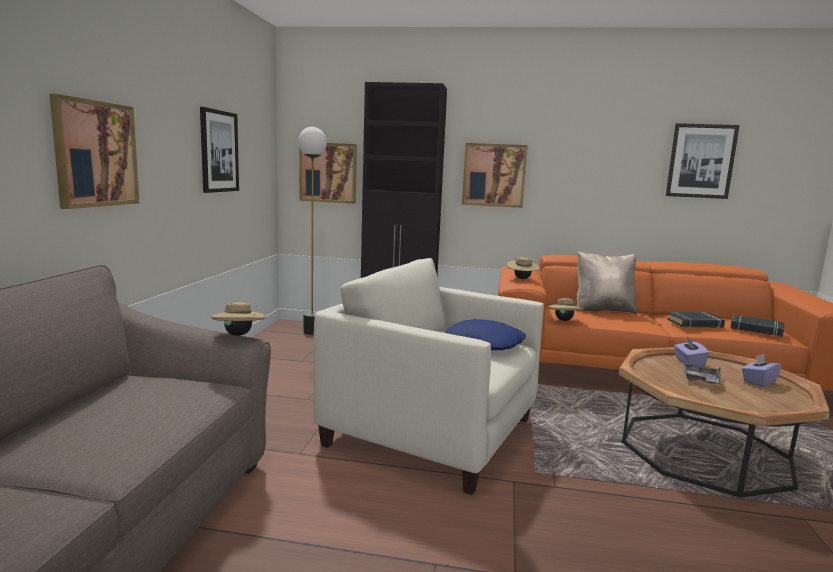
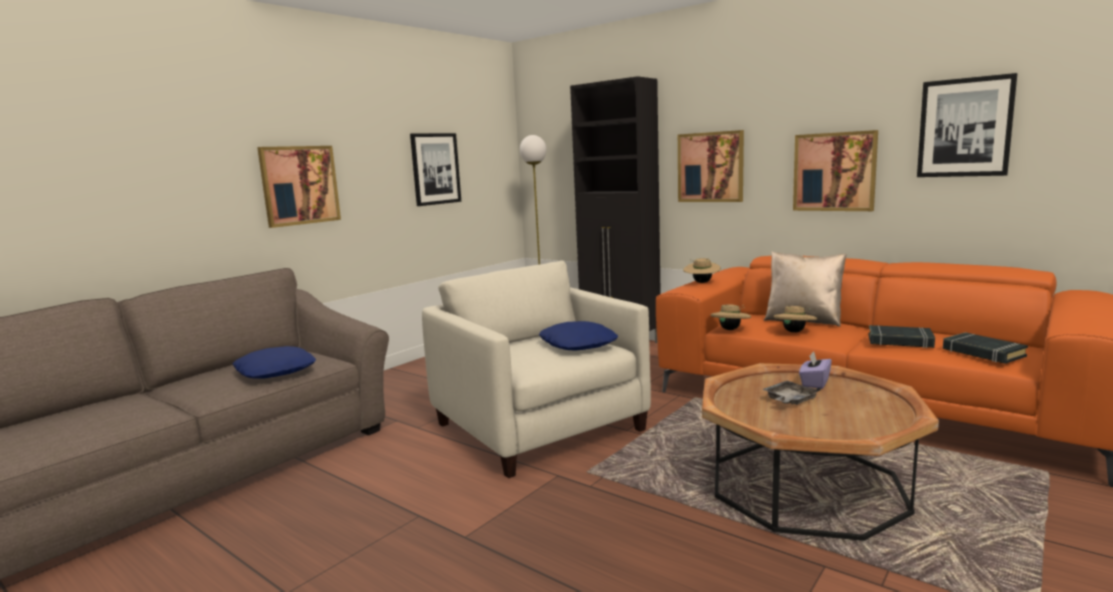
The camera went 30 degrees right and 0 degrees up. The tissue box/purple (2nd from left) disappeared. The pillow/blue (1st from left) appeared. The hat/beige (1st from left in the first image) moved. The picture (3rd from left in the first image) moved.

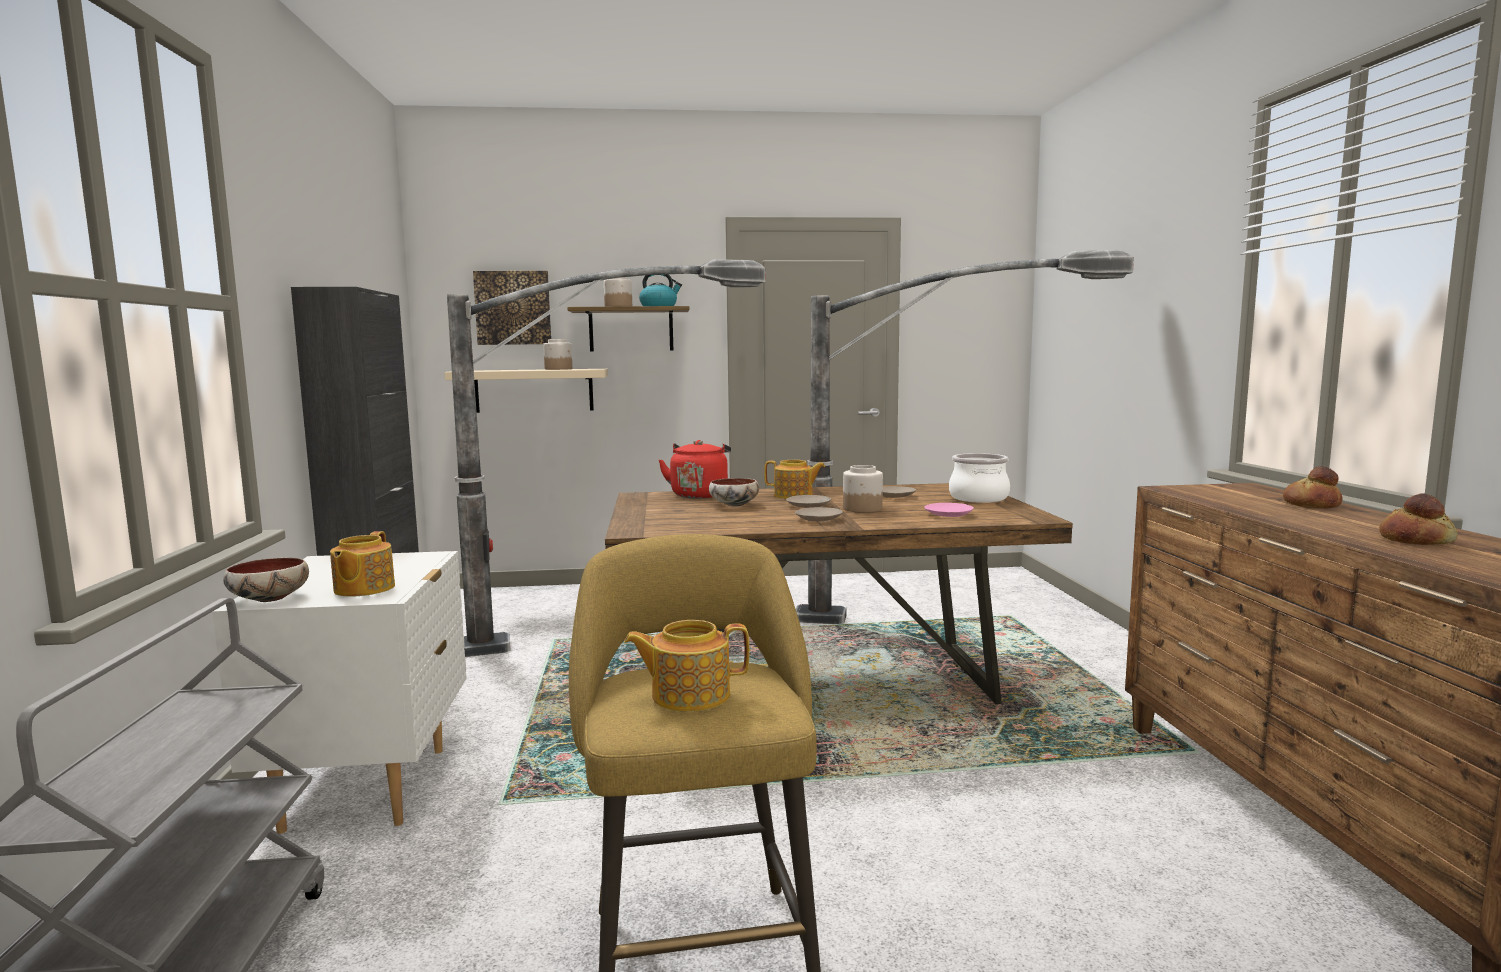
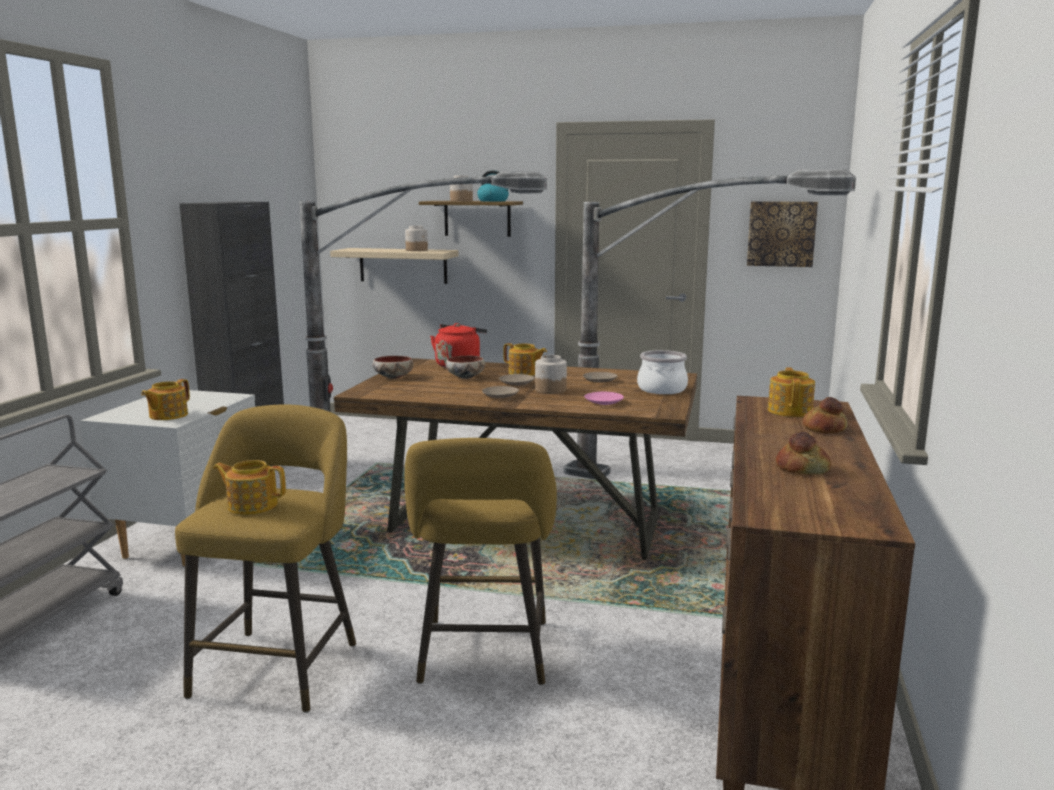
The camera went 20 degrees right and 5 degrees up. The stool/yellow (2nd from left) appeared. The teapot (4th from left) appeared. The bowl (1st from left) moved. The picture moved.

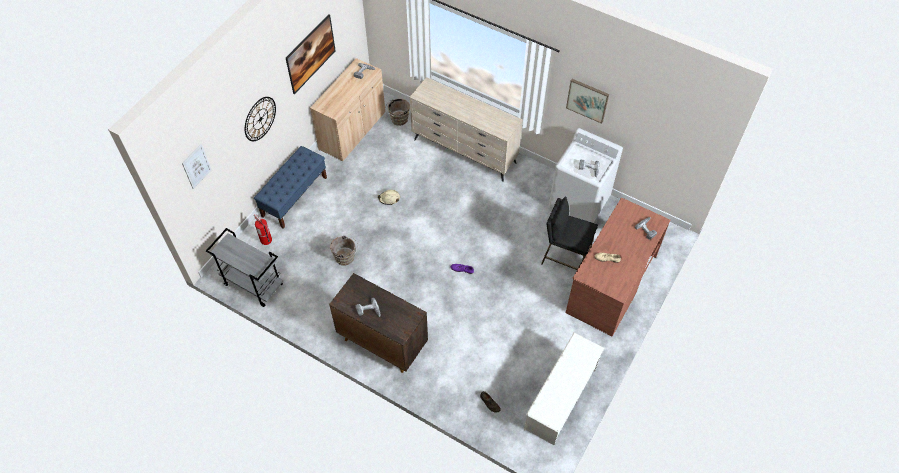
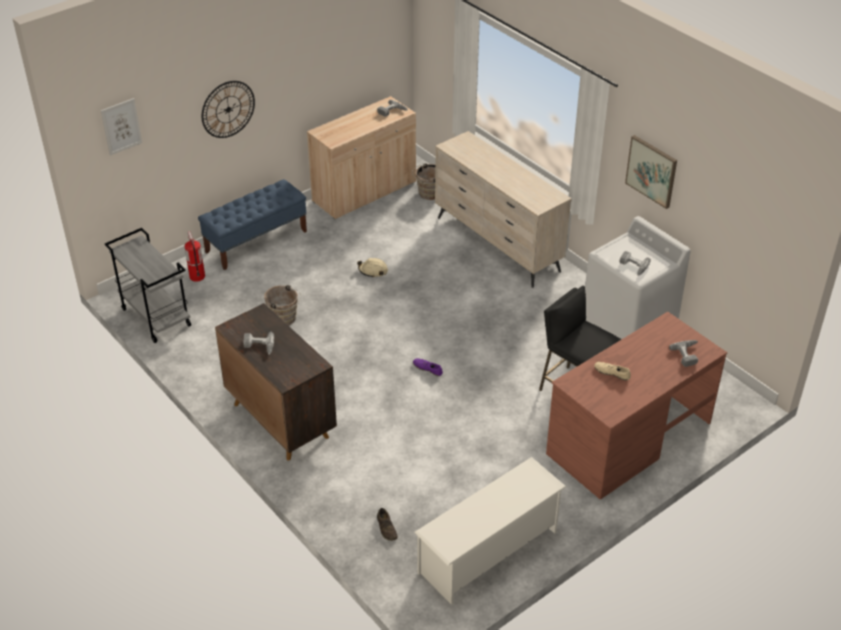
The camera went 20 degrees right and 15 degrees down. The picture (2nd from left) disappeared.

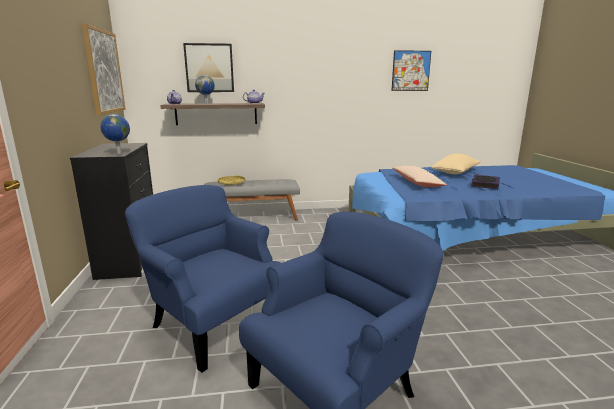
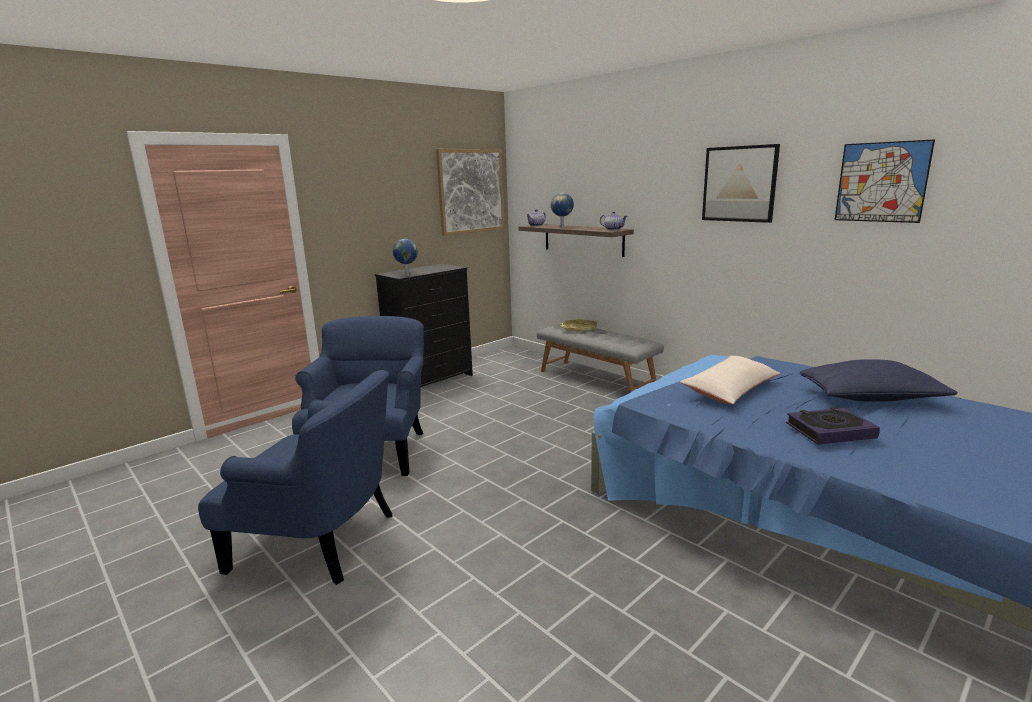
The camera went 55 degrees right and 0 degrees up. The picture (2nd from left) moved. The pillow/beige (2nd from left) became the pillow/blue.

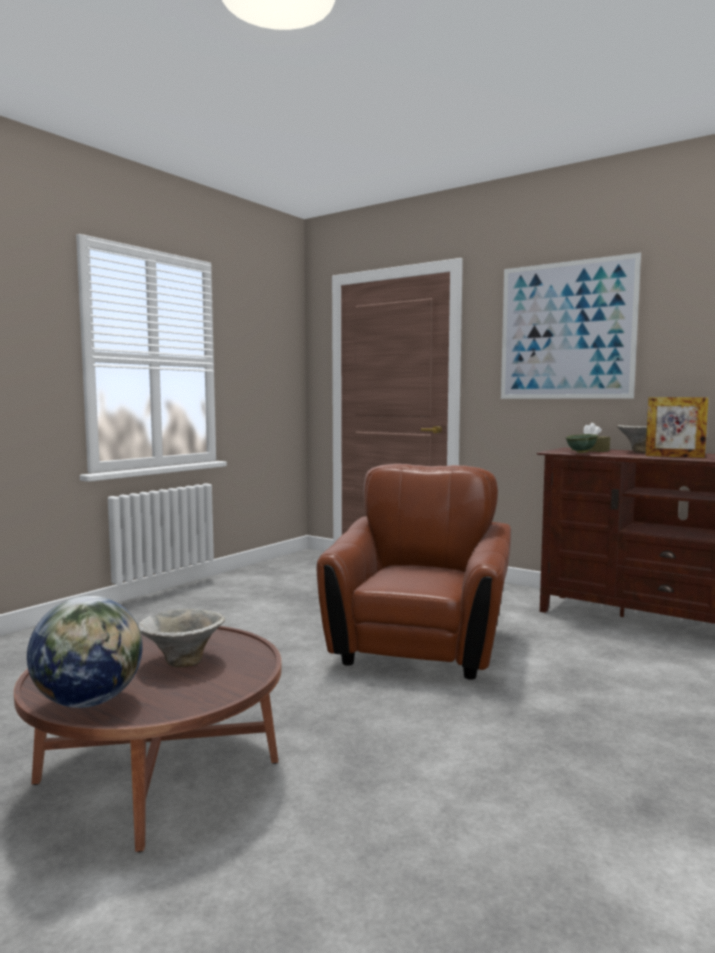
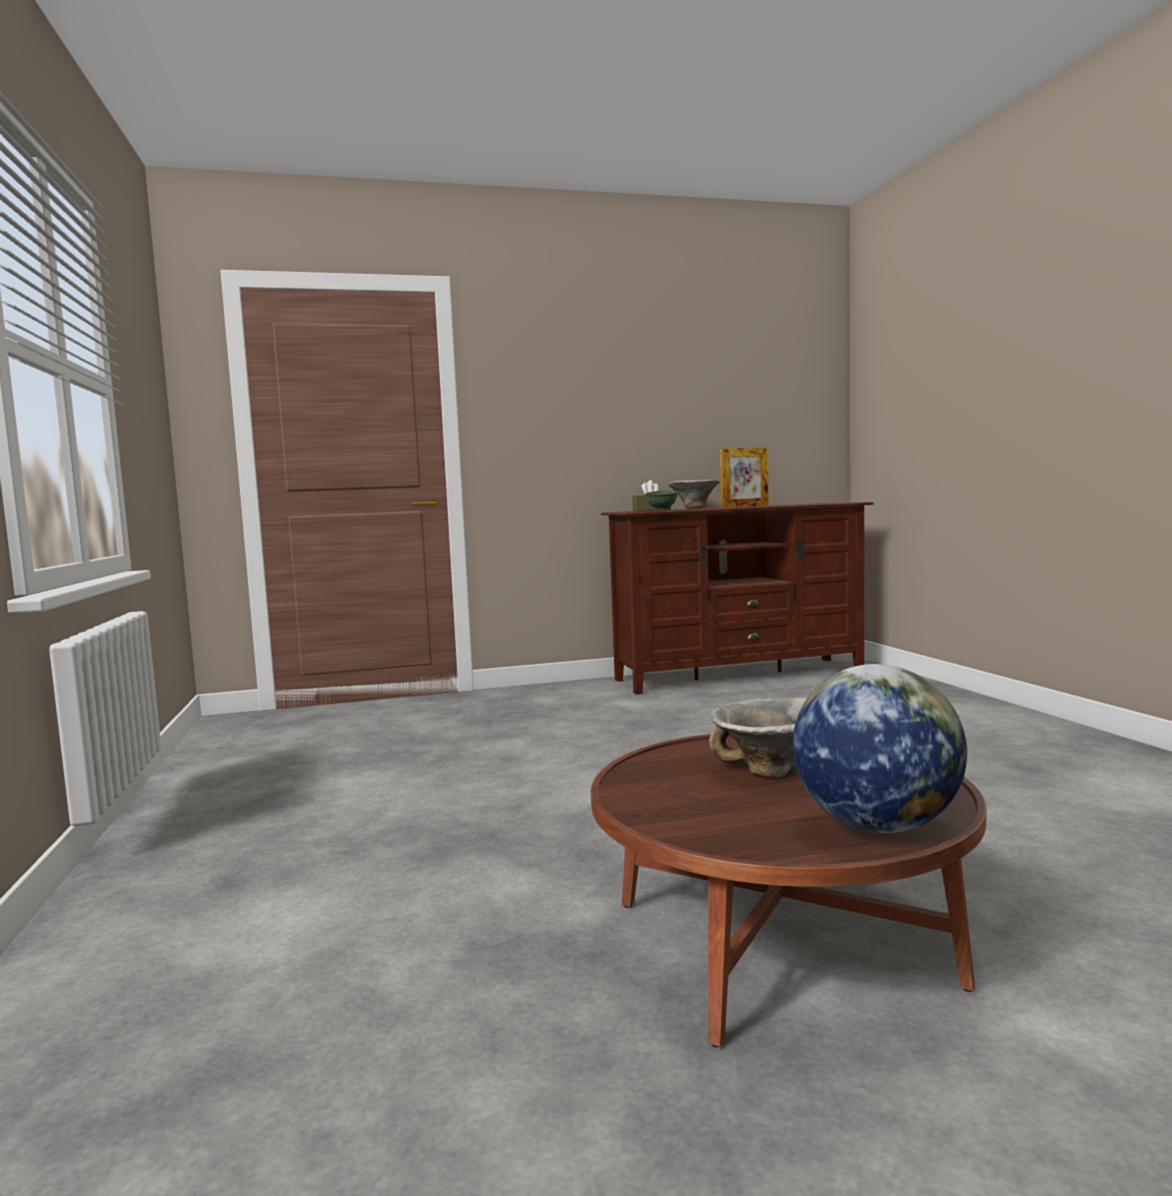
The camera went 50 degrees left and 0 degrees up. The armchair/brown disappeared. The picture disappeared.

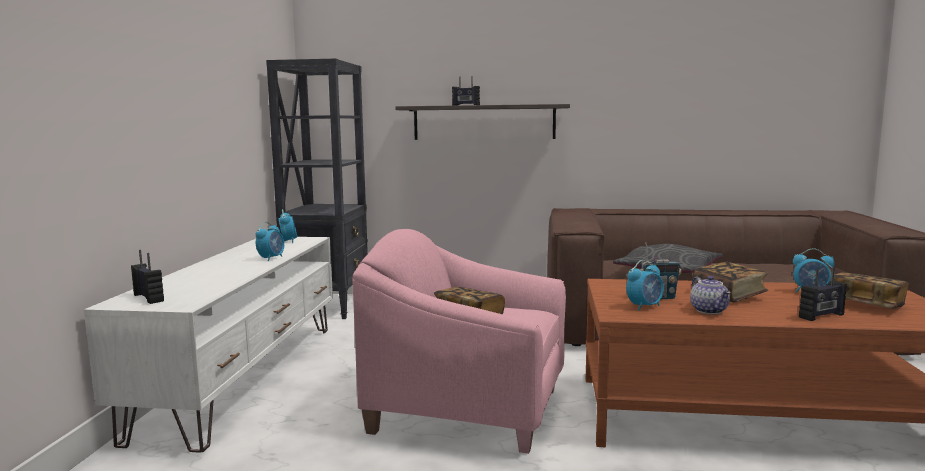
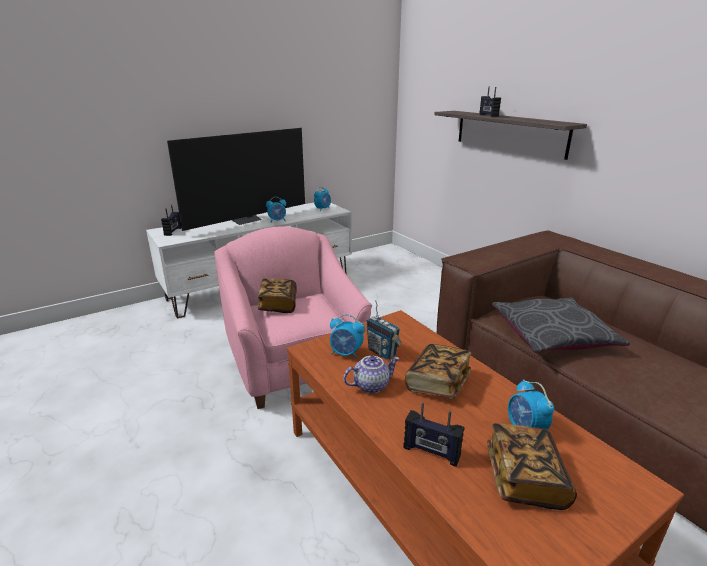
The camera went 50 degrees right and 15 degrees up. The bookcase/black disappeared. The television appeared. The teapot turned 150 degrees counterclockwise.

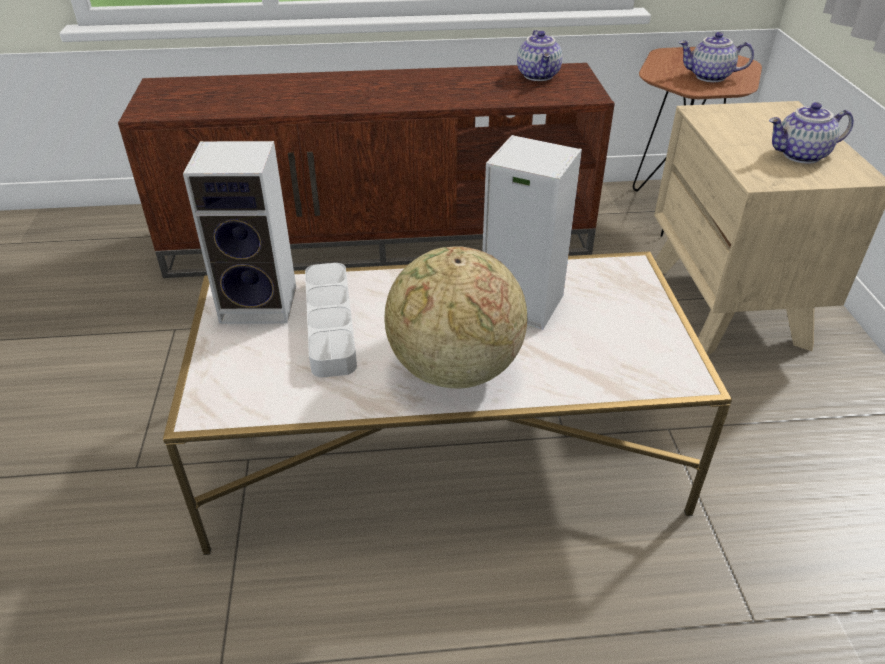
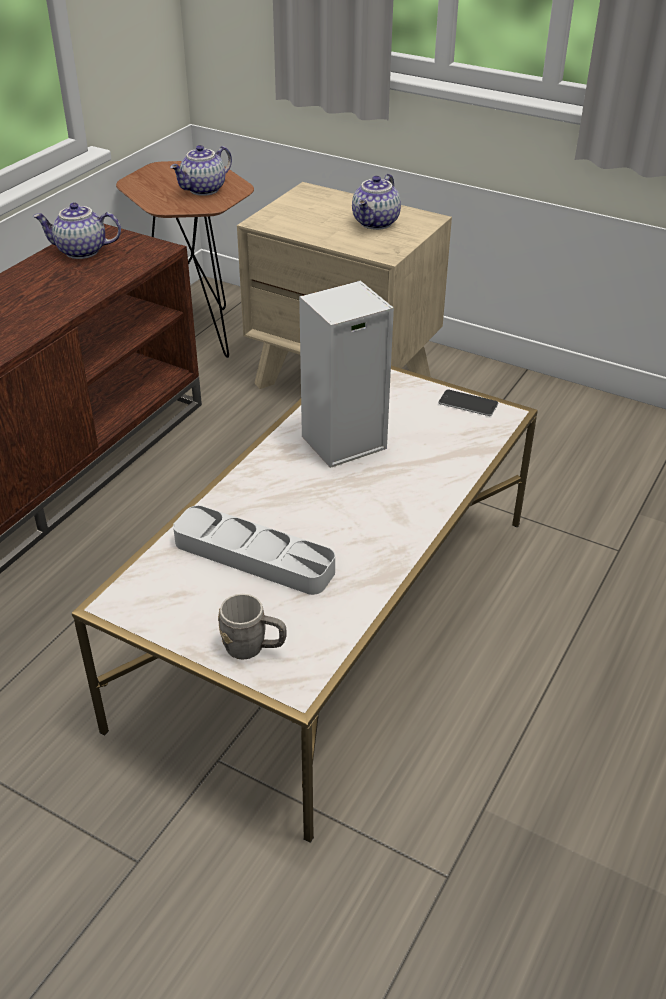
The camera went 55 degrees left and 0 degrees up. The speaker (1st from left) disappeared. The globe disappeared. The mug/grey appeared. The phone appeared. The teapot (1st from left) turned 150 degrees clockwise.

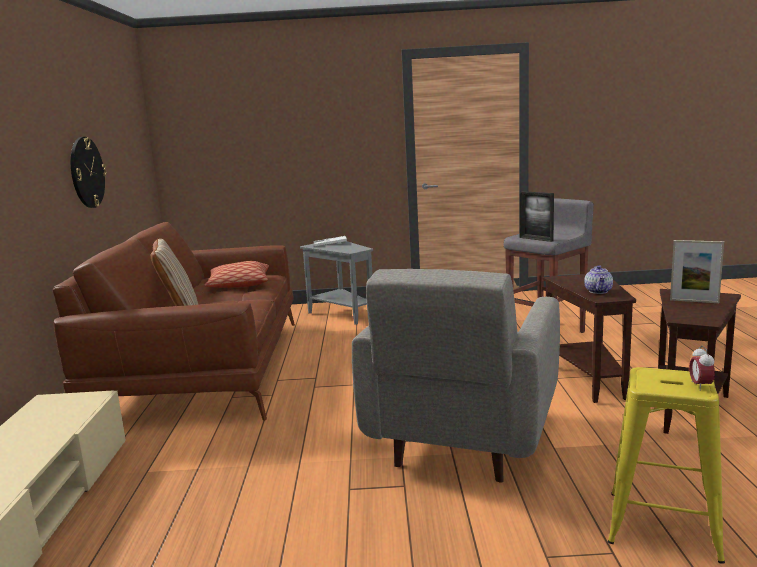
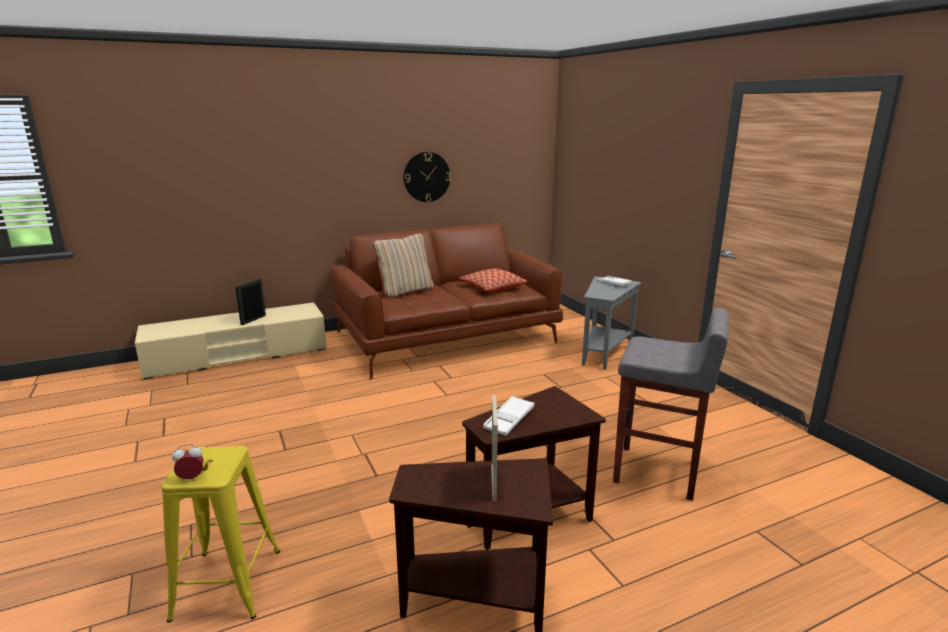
The camera went 65 degrees right and 5 degrees up. The armchair/grey disappeared. The picture frame (1st from left) moved. The teapot was replaced by the tray/white (1st from left).

